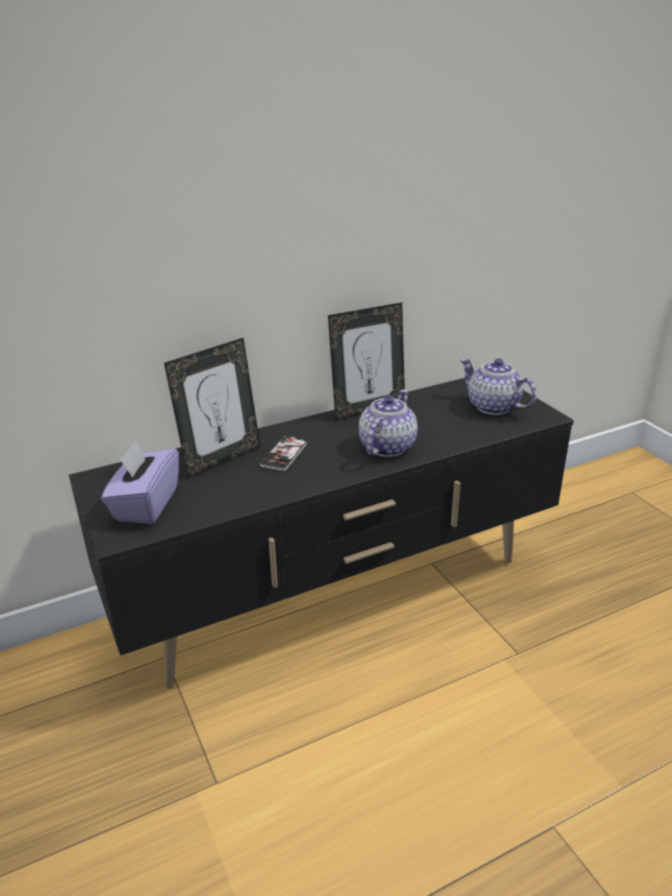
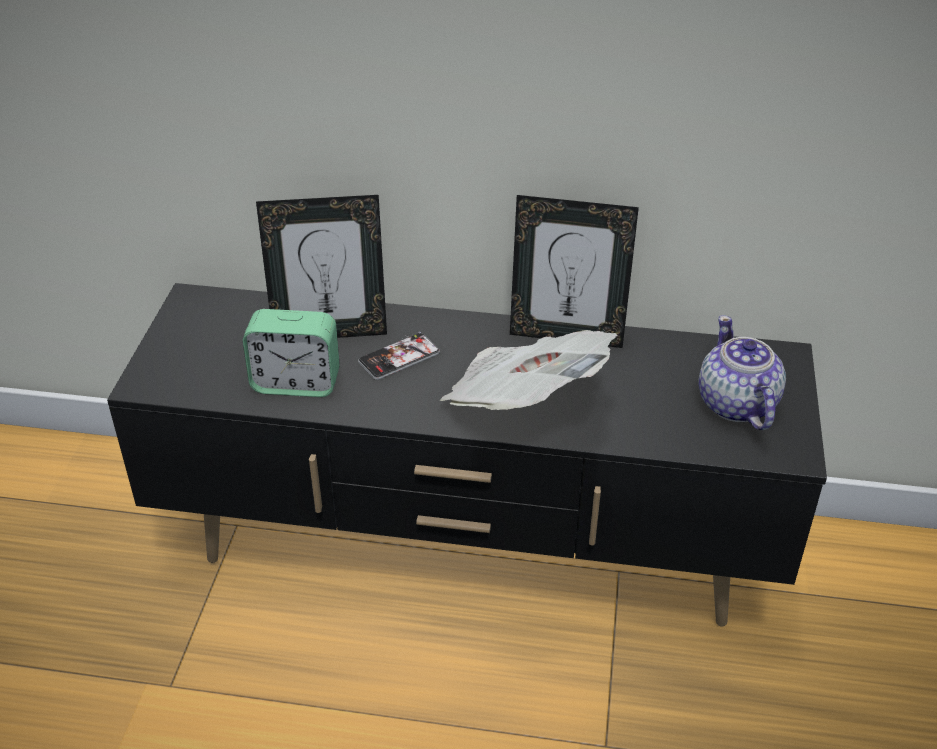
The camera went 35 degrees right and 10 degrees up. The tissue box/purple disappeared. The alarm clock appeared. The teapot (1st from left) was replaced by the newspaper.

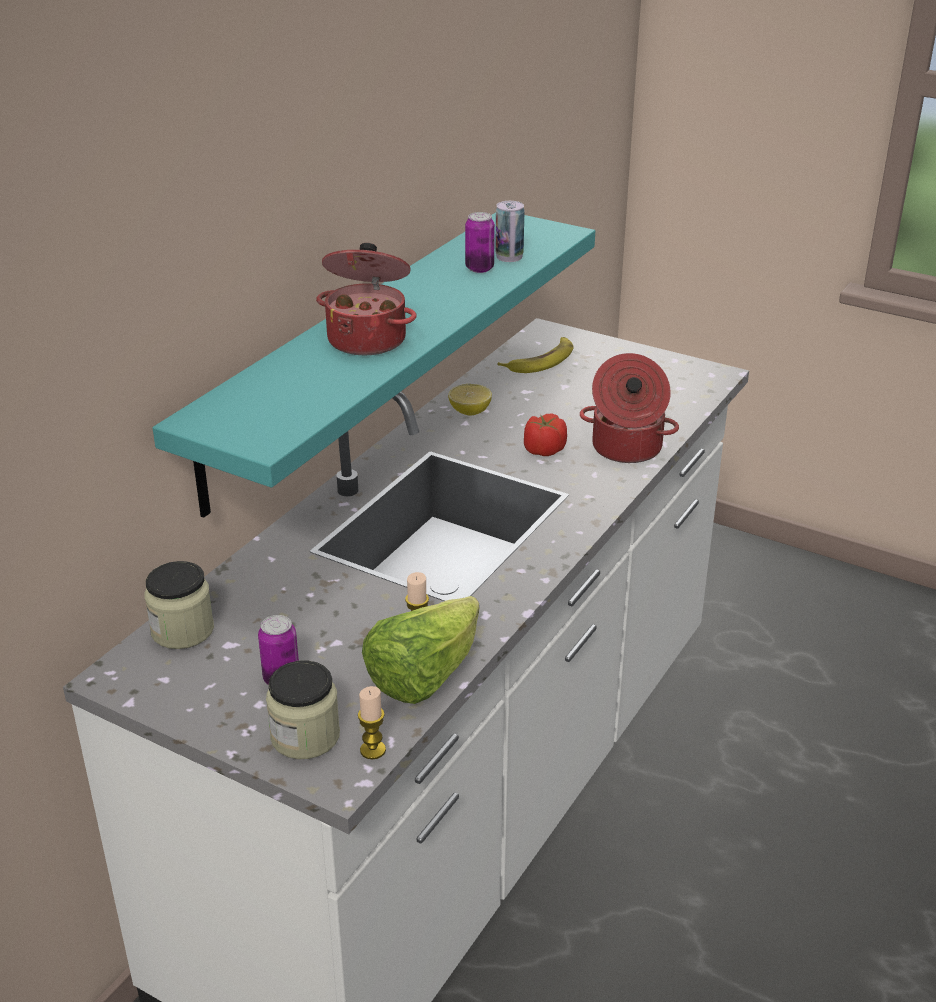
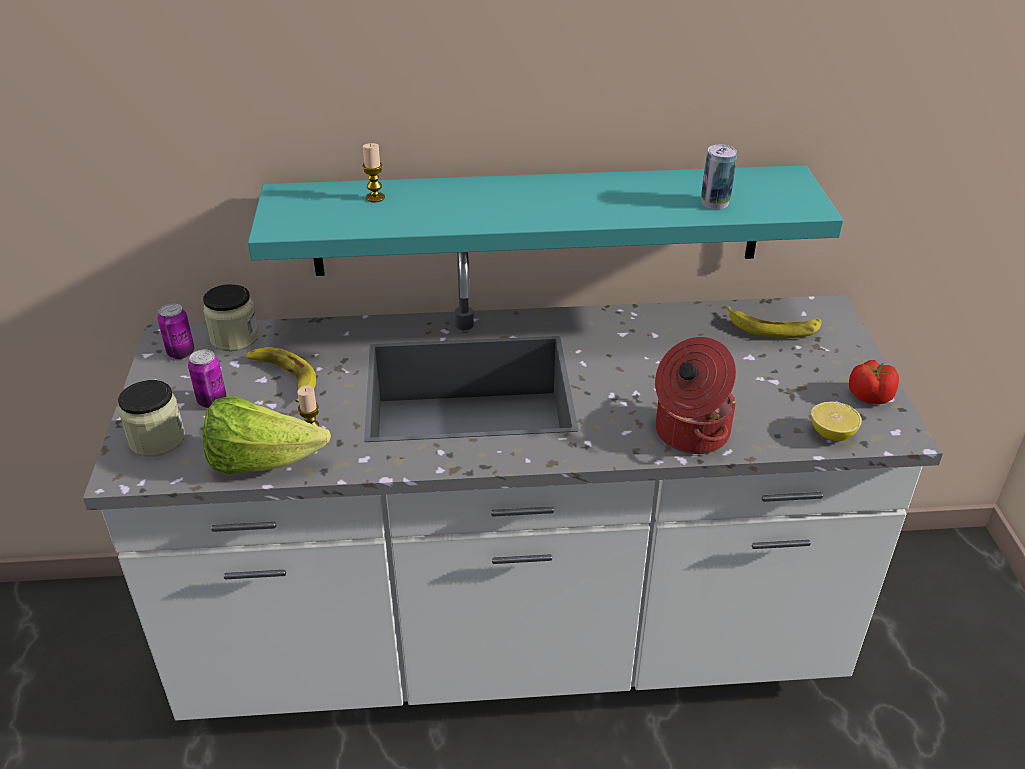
The camera went 55 degrees right and 5 degrees up. The cooking pot (1st from left) disappeared. The banana (1st from left) appeared. The candle (1st from left in the first image) moved. The lemon moved. The can (2nd from left in the first image) moved. The tomato moved.

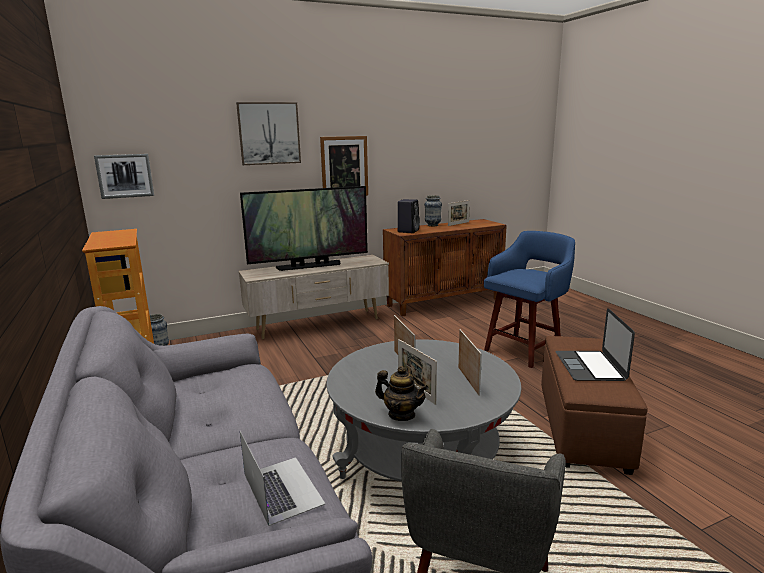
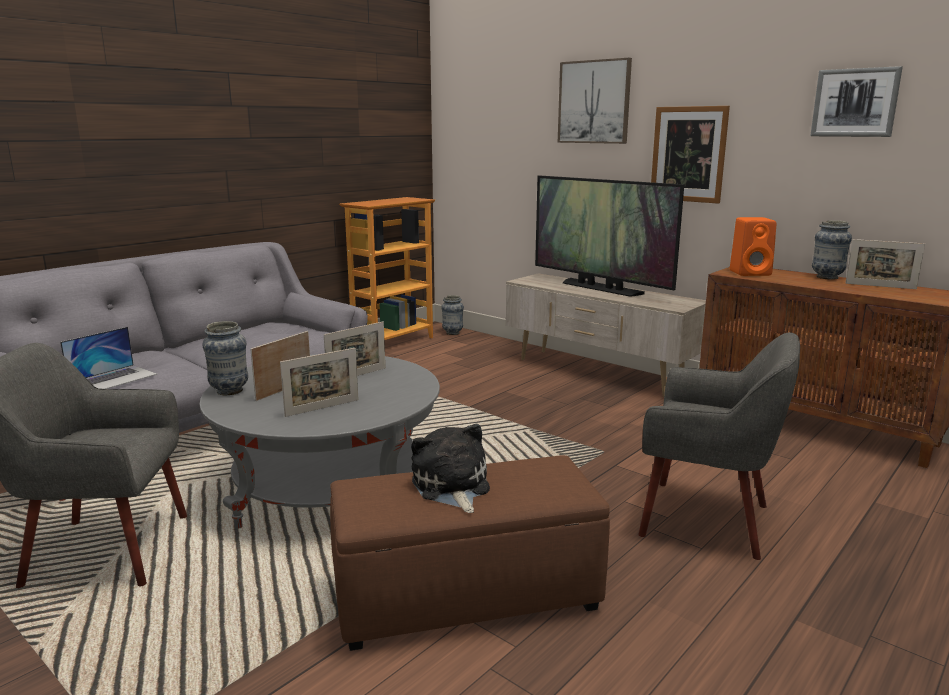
The camera went 65 degrees right and 0 degrees up. The picture (1st from left in the first image) moved. The teapot was replaced by the vase (1st from left). The stool/blue was replaced by the armchair/grey (2nd from left). The laptop (2nd from left) was replaced by the plush toy. The speaker/black became the speaker/orange.

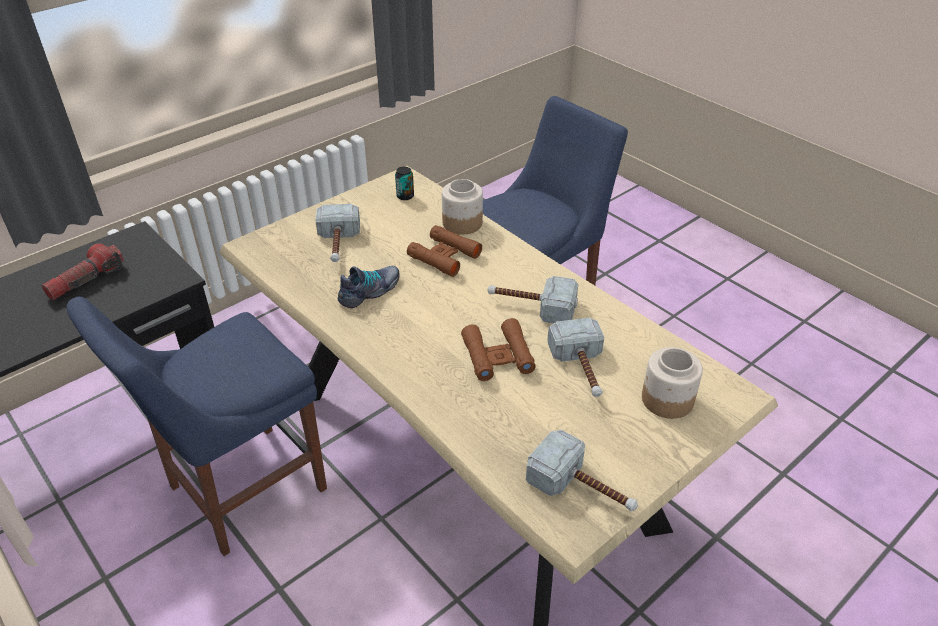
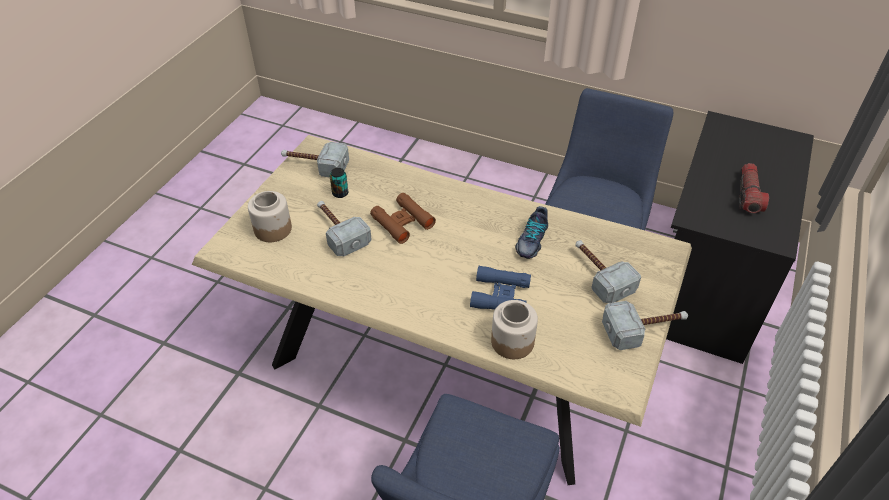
The camera went 155 degrees right and 5 degrees up. The can moved. The hammer (2nd from left in the first image) moved. The binoculars/brown (1st from left) became the binoculars/blue.

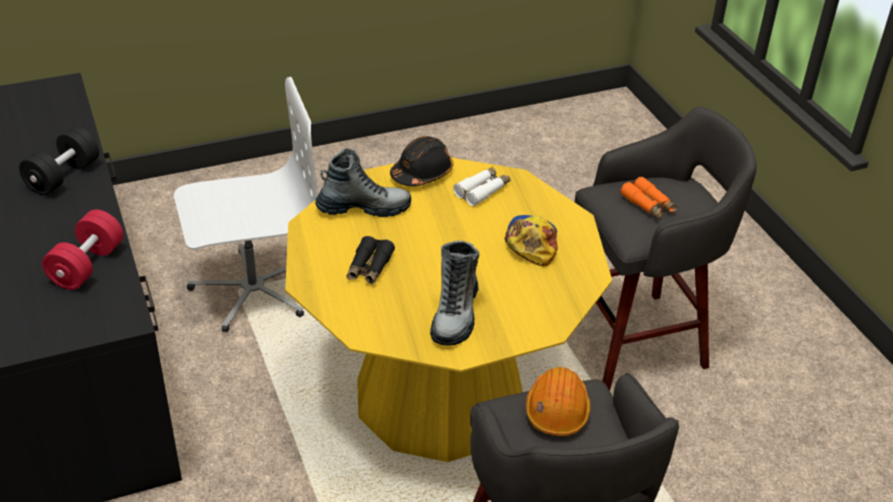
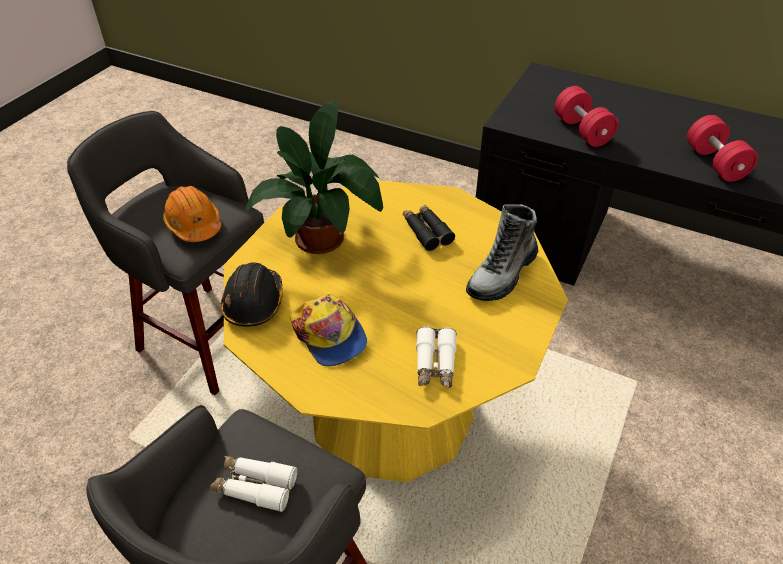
The camera went 140 degrees right and 5 degrees up. The office chair/white disappeared. The hard hat/black moved. The boot (2nd from left) was replaced by the potted plant. The dumbbell/black became the dumbbell/red (2nd from left). The binoculars/orange became the binoculars/white (1st from left).

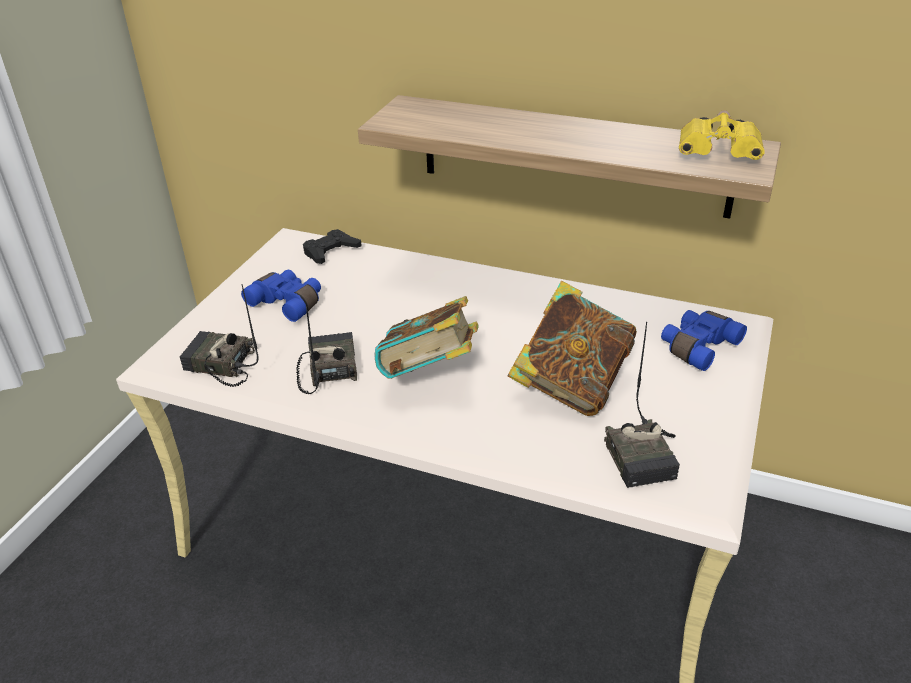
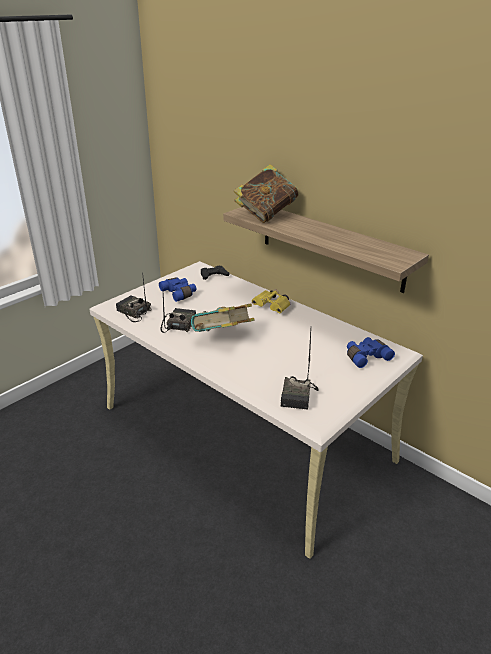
The camera went 20 degrees right and 5 degrees down. The book (2nd from left) moved. The binoculars/yellow moved.

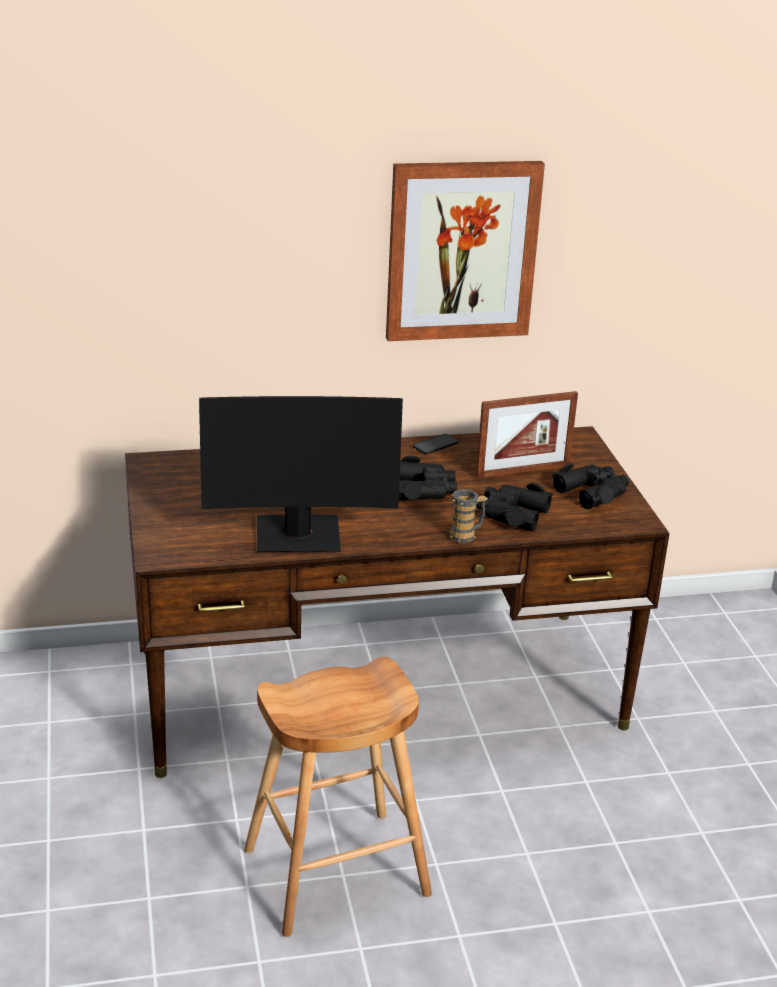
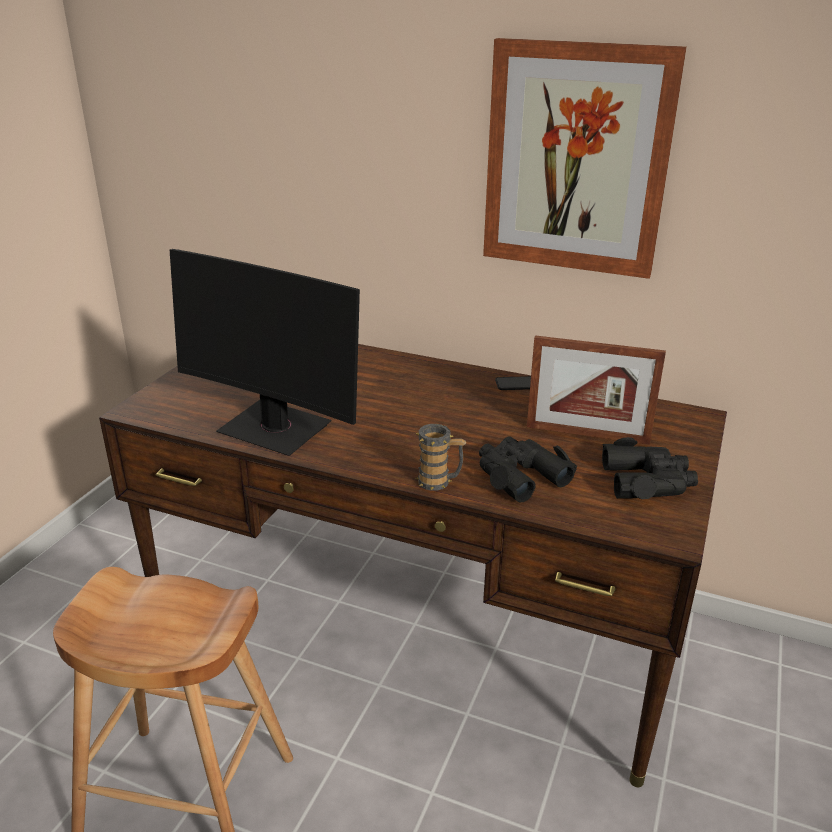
The camera went 35 degrees right and 0 degrees up. The binoculars/black (1st from left) disappeared.

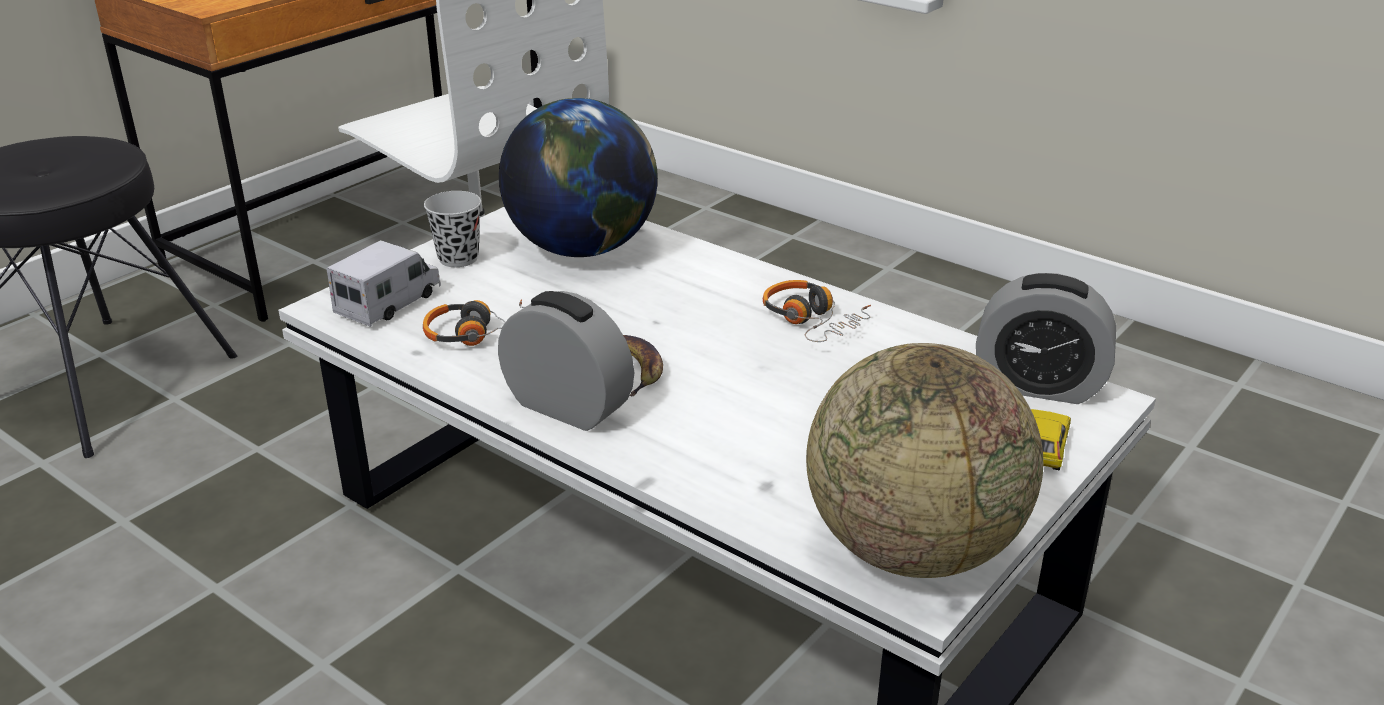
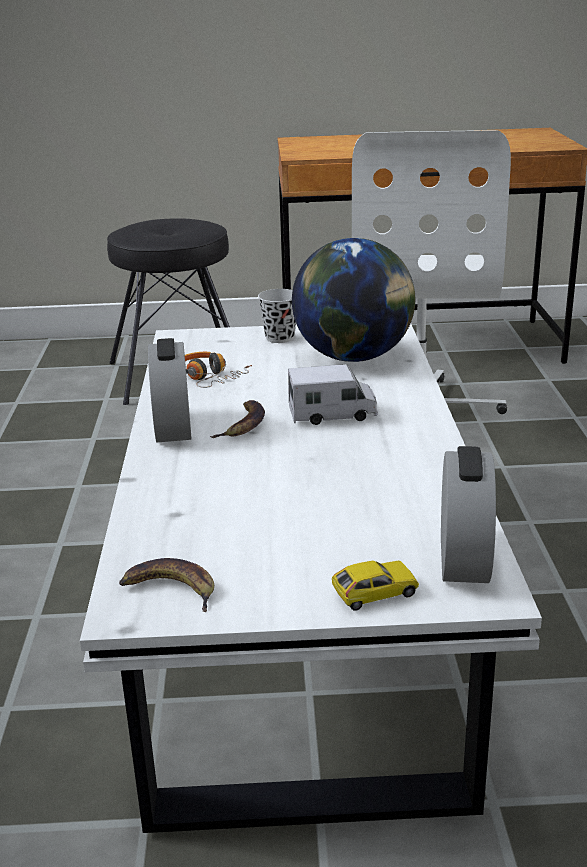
The camera went 50 degrees right and 5 degrees down. The headphones (2nd from left) disappeared. The toy truck moved. The globe (2nd from left) was replaced by the banana (1st from left). The alarm clock (2nd from left) turned 150 degrees counterclockwise.

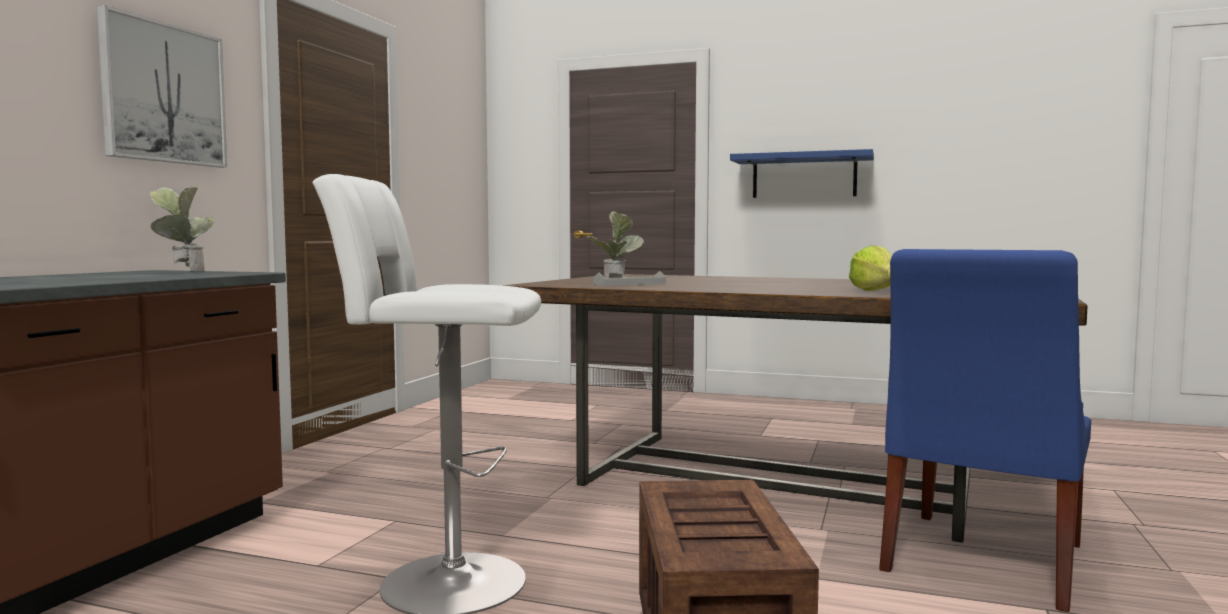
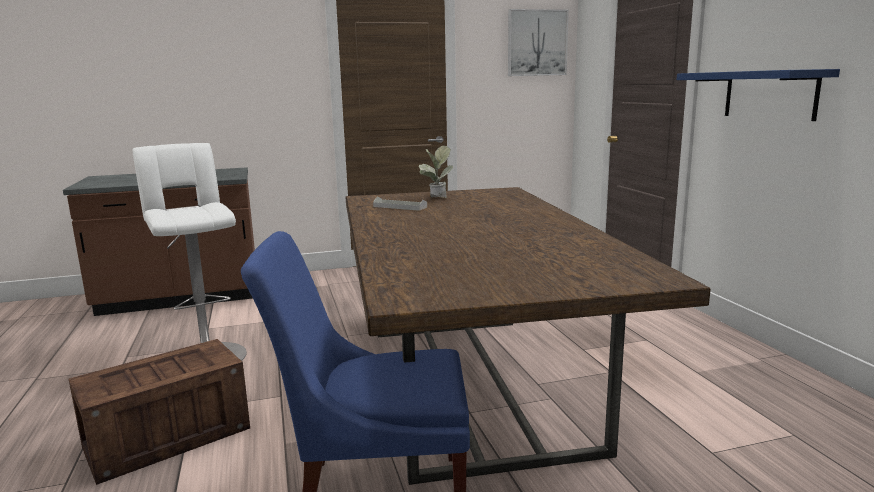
The camera went 55 degrees right and 10 degrees up. The potted plant (1st from left) disappeared. The lettuce disappeared. The picture moved.

